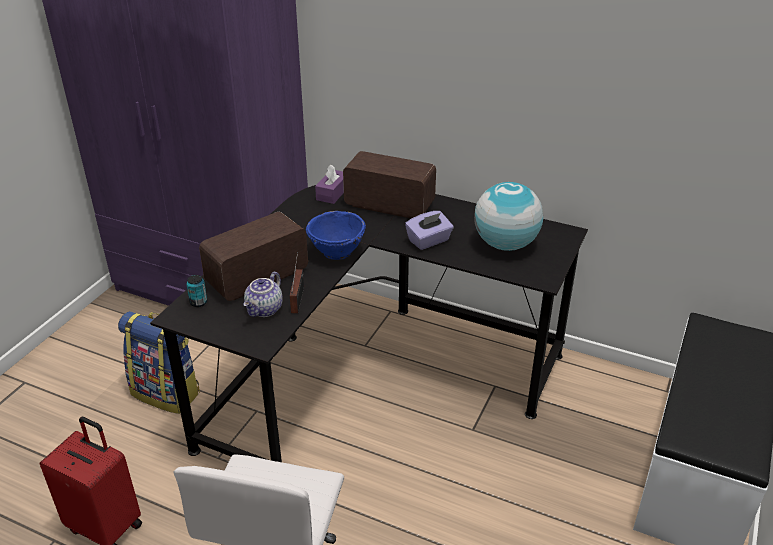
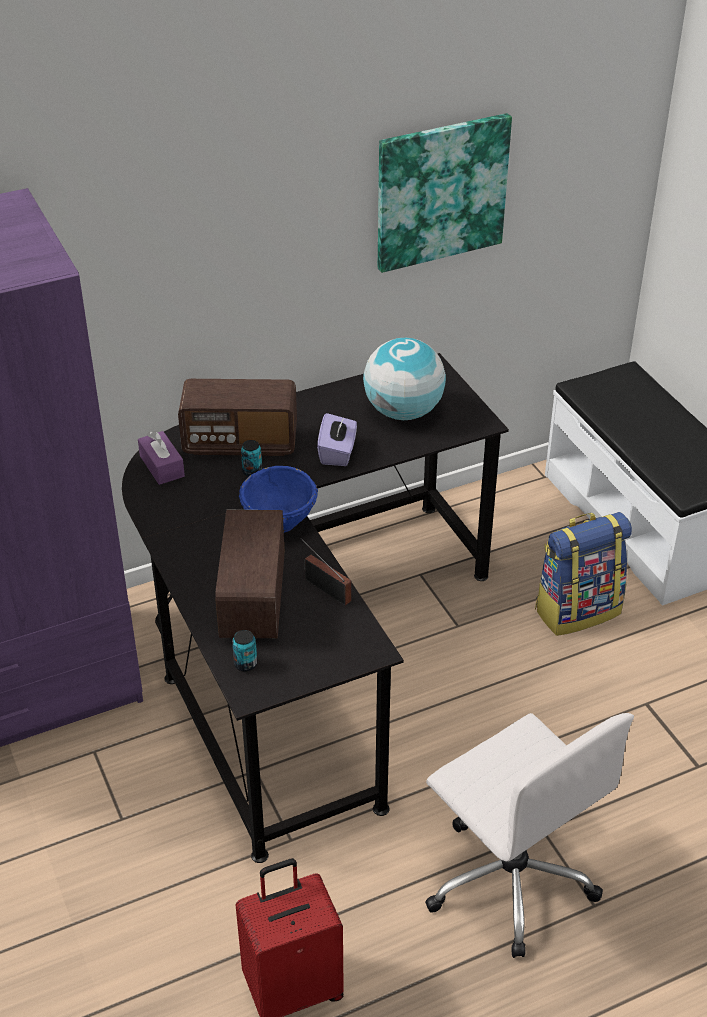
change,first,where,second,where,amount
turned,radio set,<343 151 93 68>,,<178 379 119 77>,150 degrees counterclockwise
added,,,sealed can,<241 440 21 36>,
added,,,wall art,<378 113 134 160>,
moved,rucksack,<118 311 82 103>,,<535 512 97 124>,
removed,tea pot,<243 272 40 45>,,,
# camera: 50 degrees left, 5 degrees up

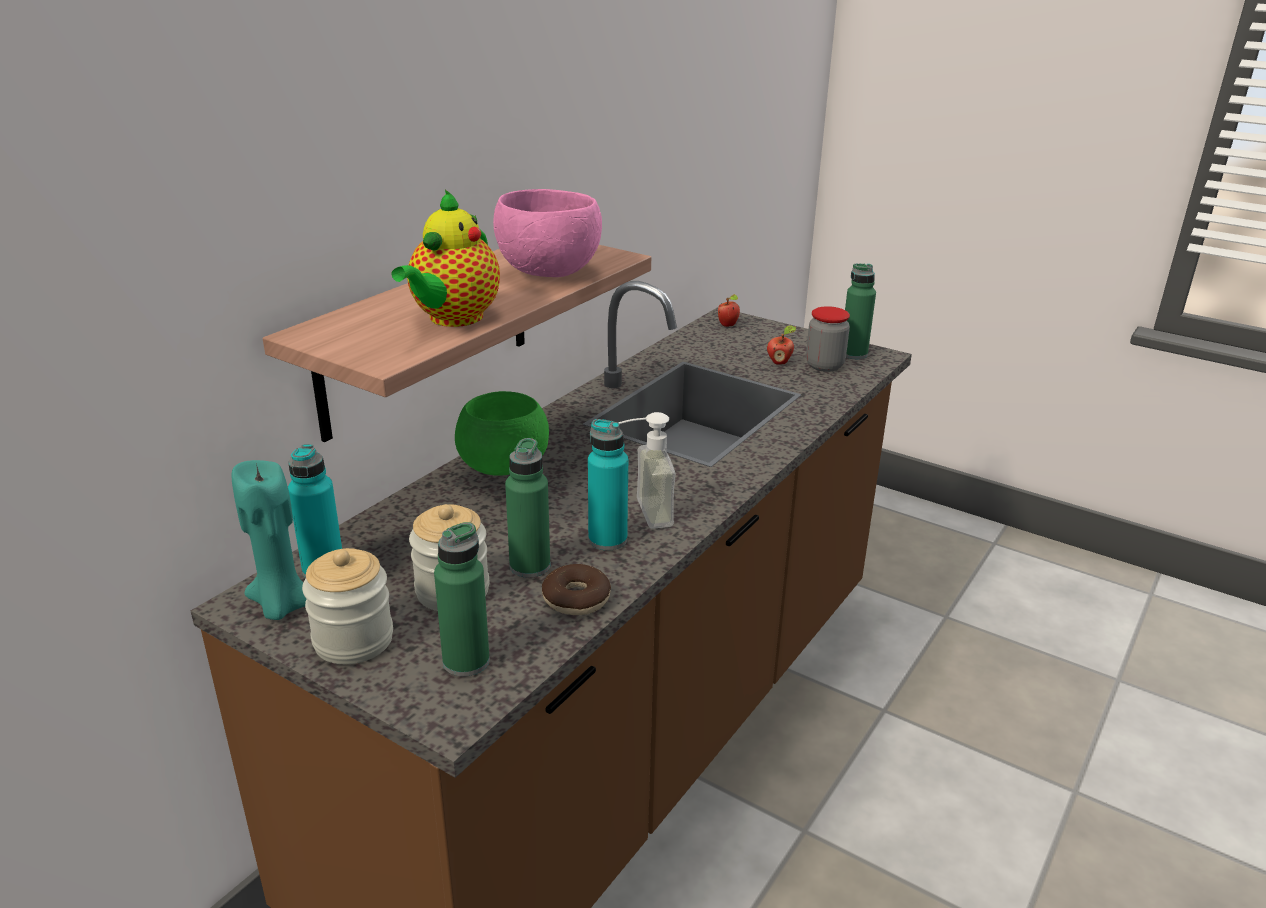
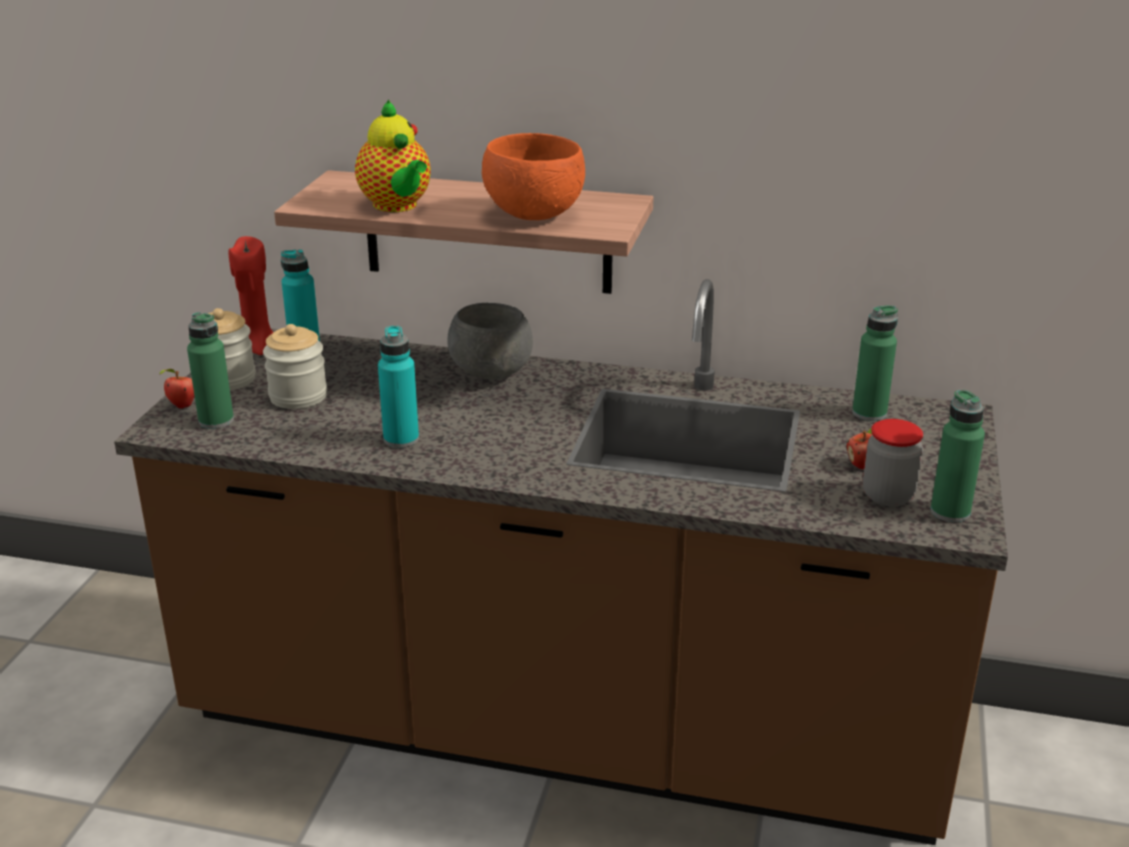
change,first,where,second,where,amount
moved,apple fruit,<718 294 22 33>,,<160 369 35 40>,
recoloured,wax candle (turquoise),<232 460 75 160>,wax candle (red-coloured),<229 236 44 119>,
turned,tea pot,<392 190 108 137>,,<355 100 76 112>,120 degrees counterclockwise
recoloured,deep dish (green-coloured),<455 391 94 85>,deep dish (greyish),<447 303 86 77>,
recoloured,deep dish (pinkish),<493 189 109 88>,deep dish (orangey),<482 133 103 87>,
moved,drink bottle (green-coloured),<505 438 45 140>,,<852 305 46 116>,
removed,ring doughnut,<542 564 69 51>,,,
removed,soap bottle,<618 412 58 117>,,,
# camera: 70 degrees right, 0 degrees up

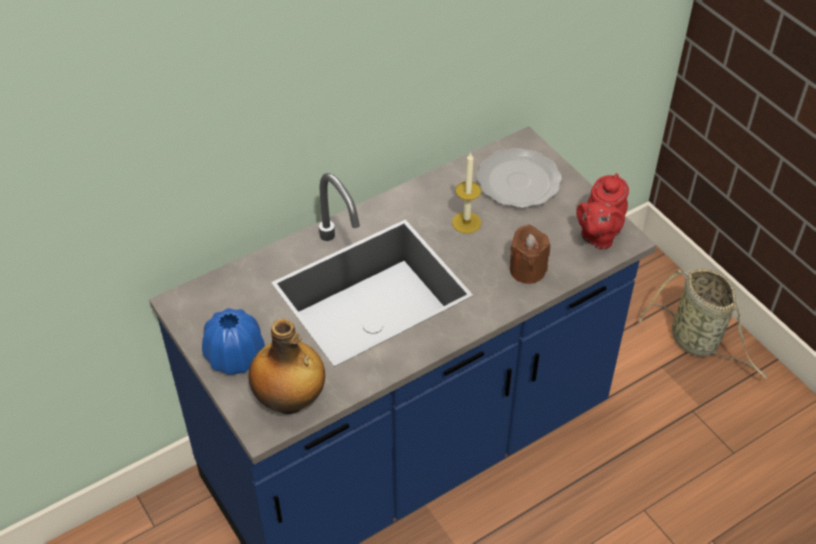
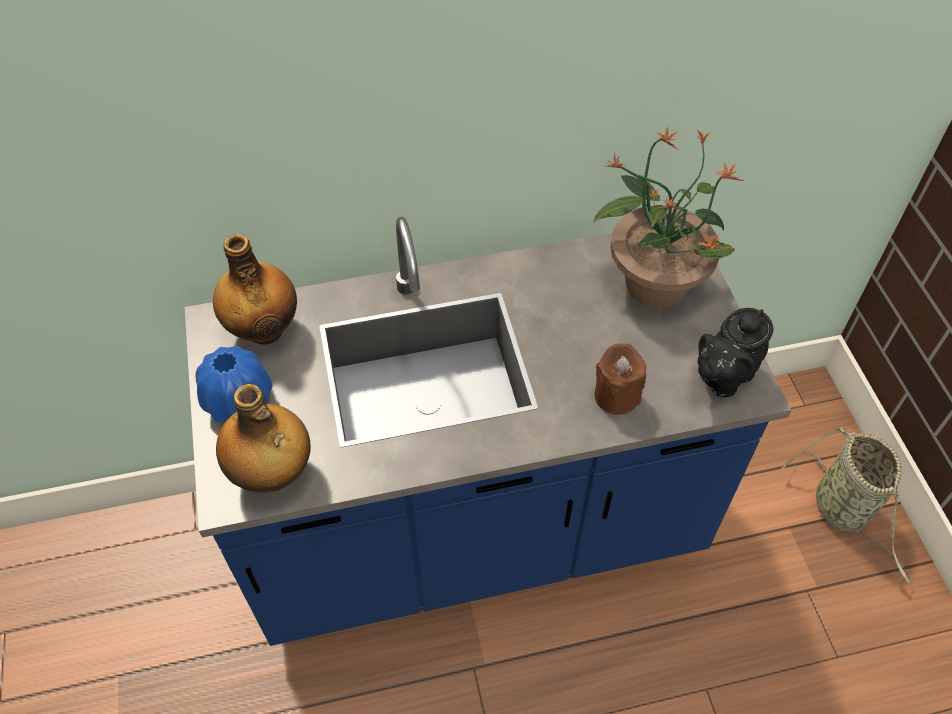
change,first,where,second,where,amount
added,,,drink bottle,<213 234 84 111>,
replaced,plate,<477 148 85 60>,plant in a pot,<593 126 151 182>,
recoloured,tea pot (red-coloured),<576 173 53 77>,tea pot (blackish),<698 308 76 89>,
removed,wax candle,<452 152 29 82>,,,
# camera: 20 degrees right, 5 degrees up

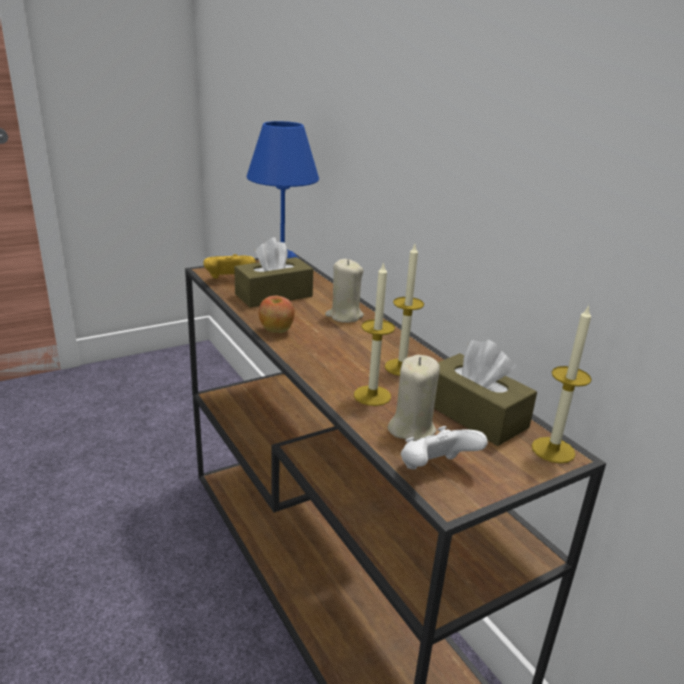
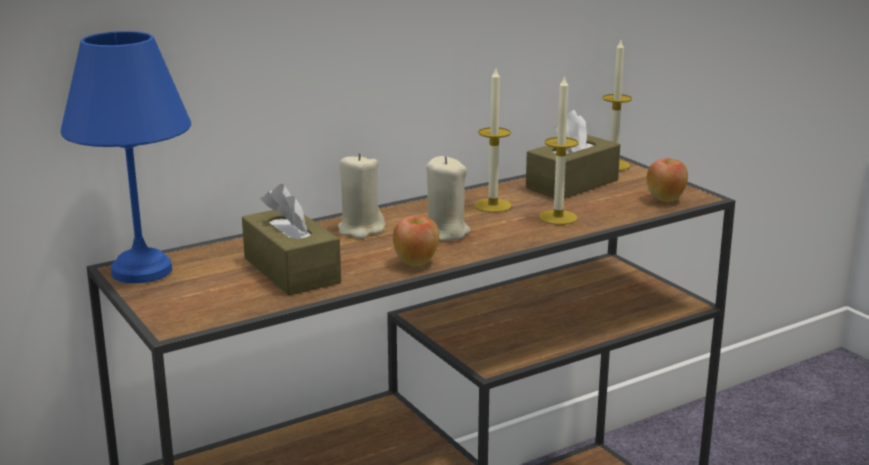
change,first,where,second,where,amount
moved,wax candle (beige),<388 355 52 86>,,<426 156 45 85>,
replaced,game controller (white-coloured),<401 426 87 44>,apple fruit,<647 158 41 44>,
removed,game controller (yellowish),<203 254 53 25>,,,
# camera: 90 degrees left, 5 degrees down

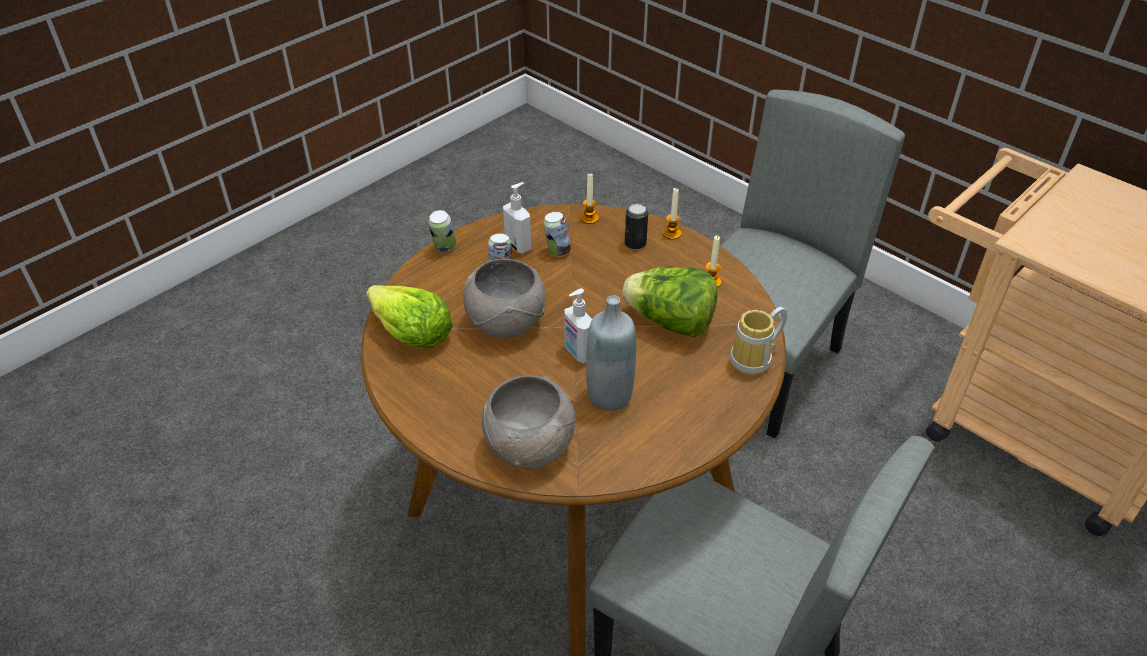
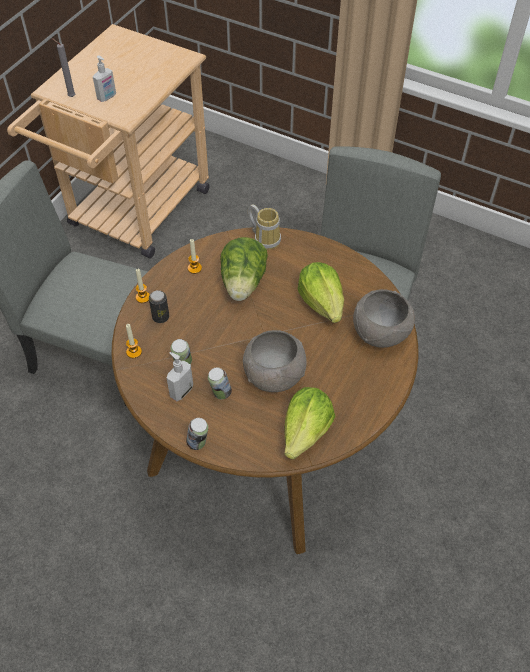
change,first,where,second,where,amount
added,,,wax candle (greyish),<52 38 24 59>,
moved,soap bottle,<564 289 28 74>,,<93 55 23 47>,
replaced,drink bottle (greyish),<586 295 50 116>,lettuce head,<298 262 46 61>,
# camera: 105 degrees left, 10 degrees up

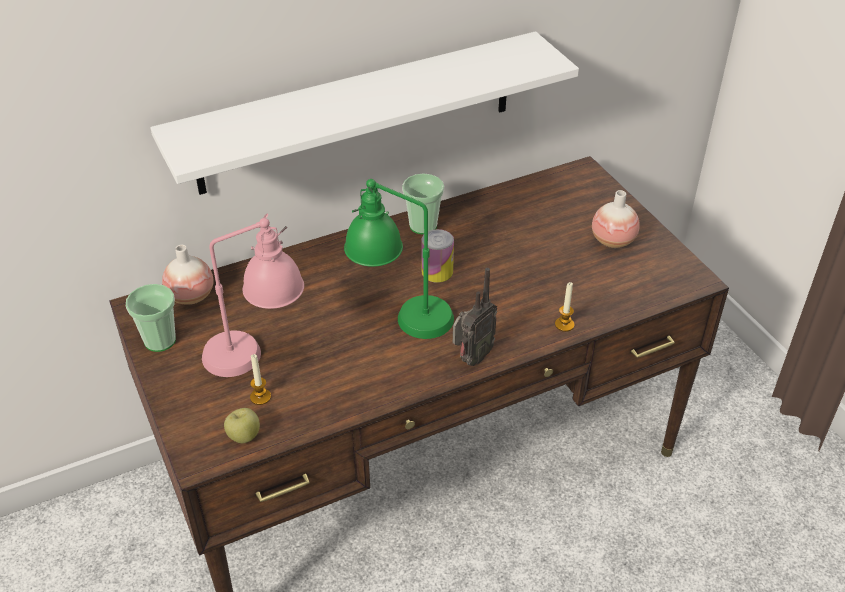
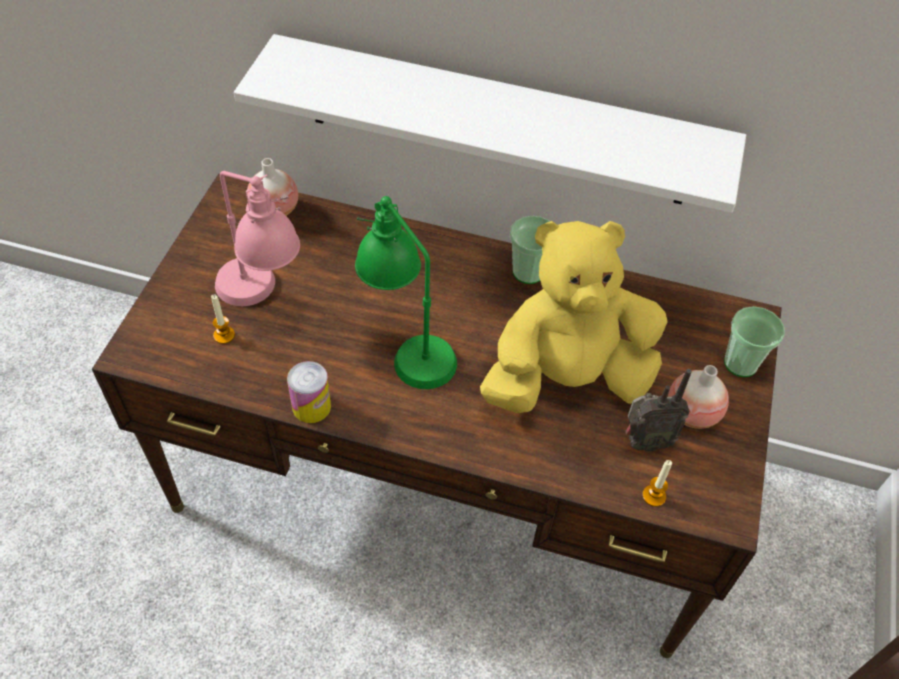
change,first,where,second,where,amount
moved,sealed can,<422 229 32 54>,,<287 361 44 62>,
added,,,plush toy (yellowish),<480 221 188 192>,
moved,radio set,<453 268 44 98>,,<625 369 67 83>,
moved,wax candle,<555 282 19 50>,,<642 460 30 47>,
moved,cup,<126 284 50 68>,,<724 306 61 71>,
removed,apple fruit,<224 408 36 35>,,,
# camera: 40 degrees right, 10 degrees up

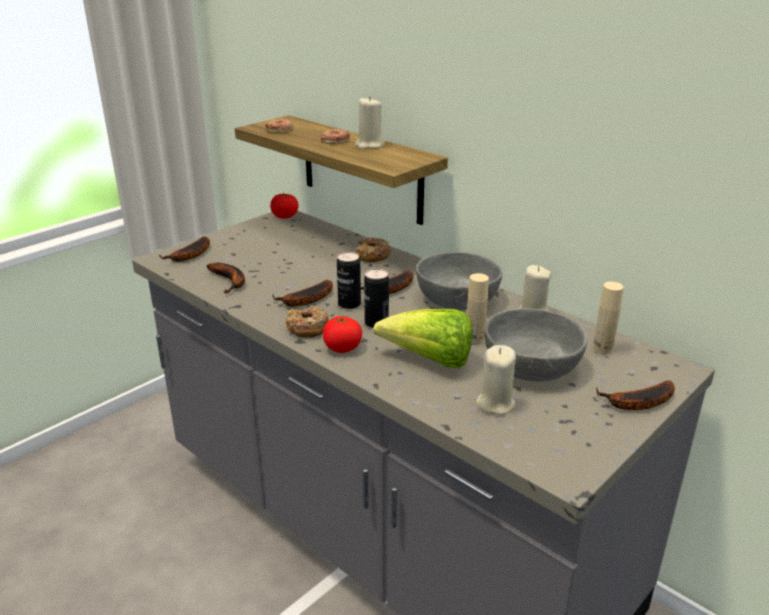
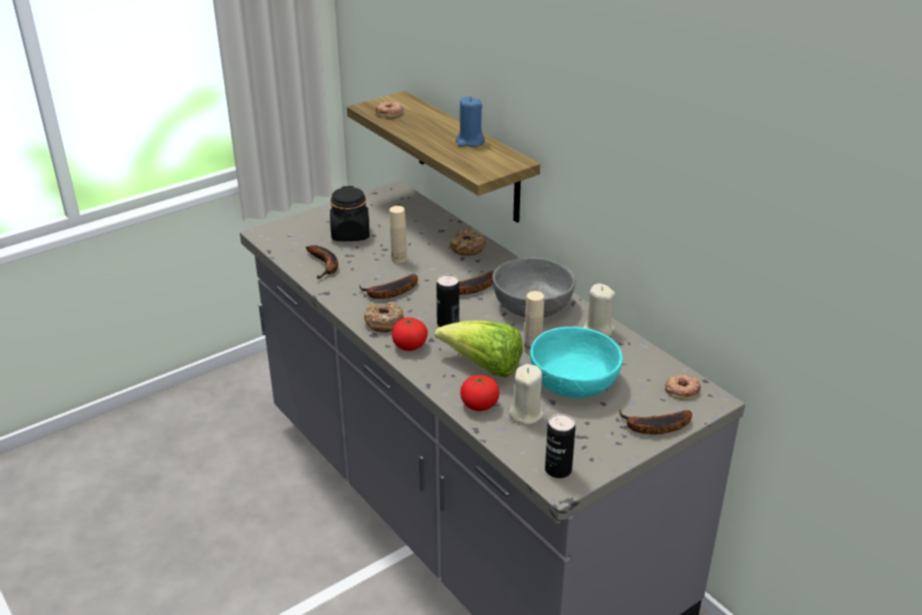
change,first,where,second,where,amount
added,,,jar (blackish),<330 186 40 55>,
moved,drink bottle (beige),<593 282 31 72>,,<390 206 17 57>,
recoloured,wax candle (beige),<355 96 30 53>,wax candle (blue-coloured),<456 96 29 51>,
moved,fresh tomato,<270 193 29 26>,,<460 375 40 36>,
recoloured,deep dish (greyish),<484 308 103 73>,deep dish (turquoise),<530 327 92 71>,
moved,sealed can,<337 252 24 57>,,<545 414 30 64>,
moved,ring doughnut,<321 128 29 16>,,<665 374 36 26>,
removed,banana fruit,<159 236 51 26>,,,
# camera: 10 degrees right, 5 degrees up

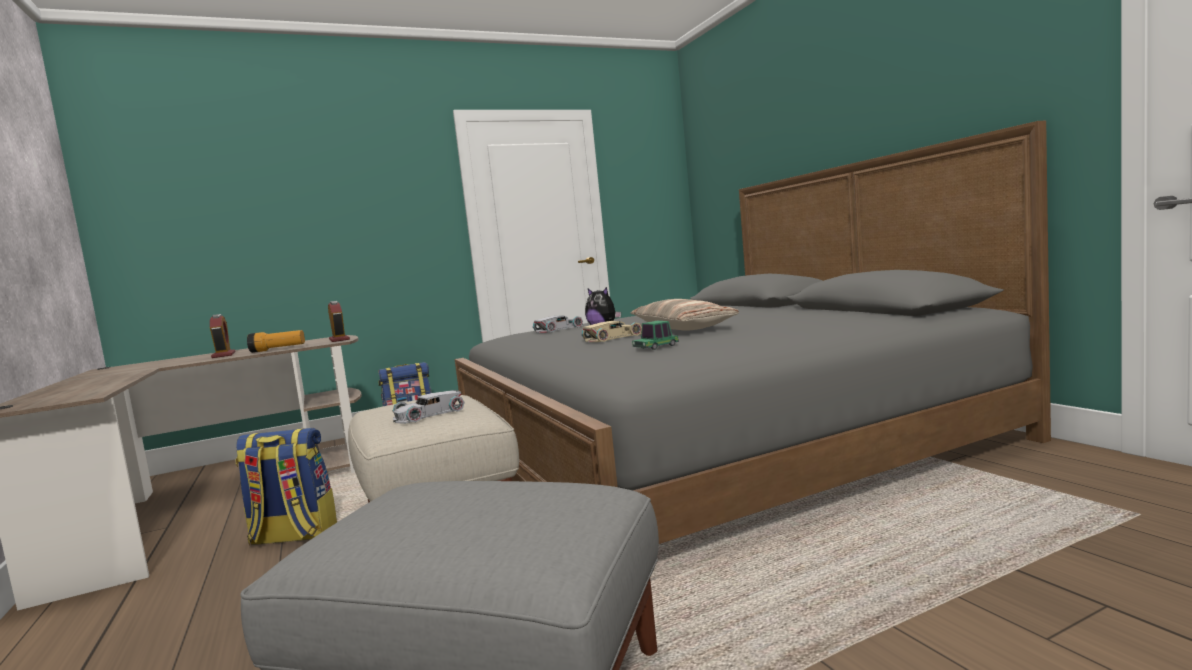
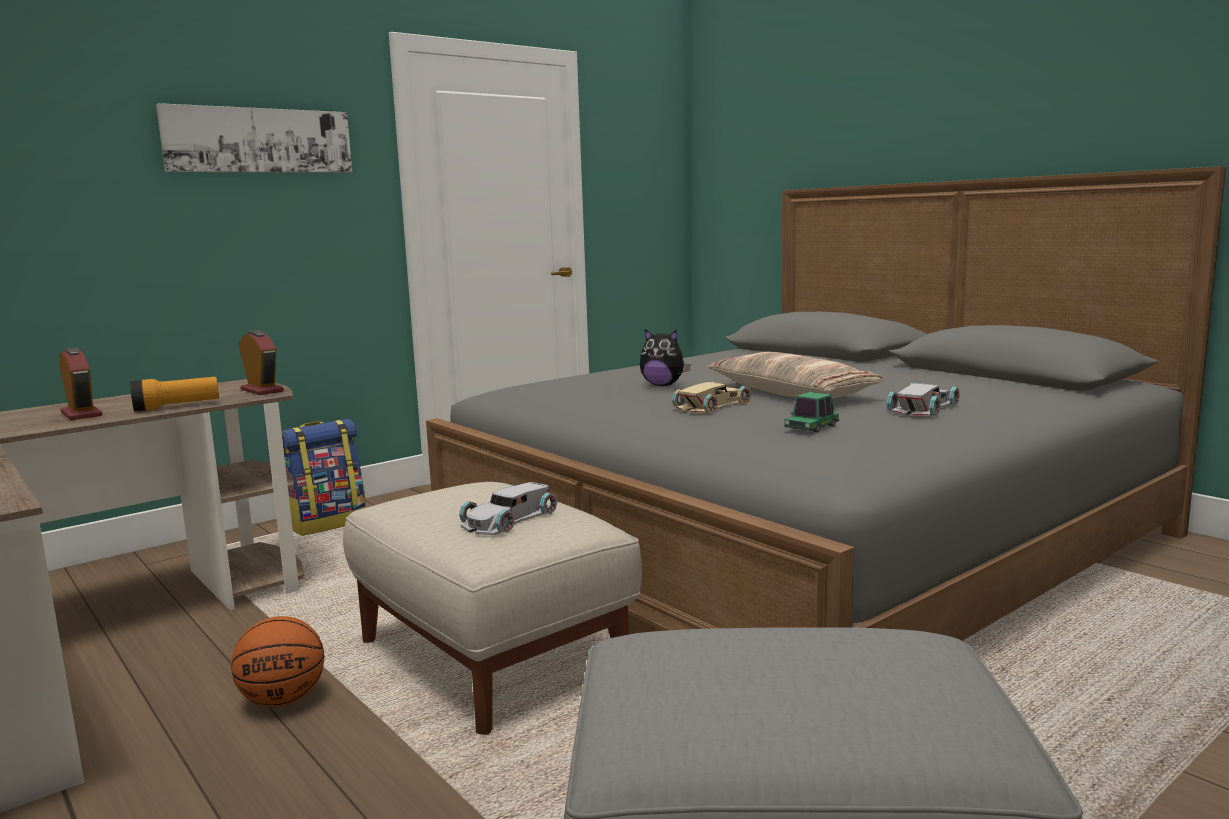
change,first,where,second,where,amount
added,,,wall art,<156 103 196 70>,
replaced,rucksack,<235 428 102 117>,basketball ball,<231 616 93 91>,
moved,model car (white-coloured),<533 315 50 18>,,<887 383 73 33>,
# camera: 15 degrees left, 5 degrees up

